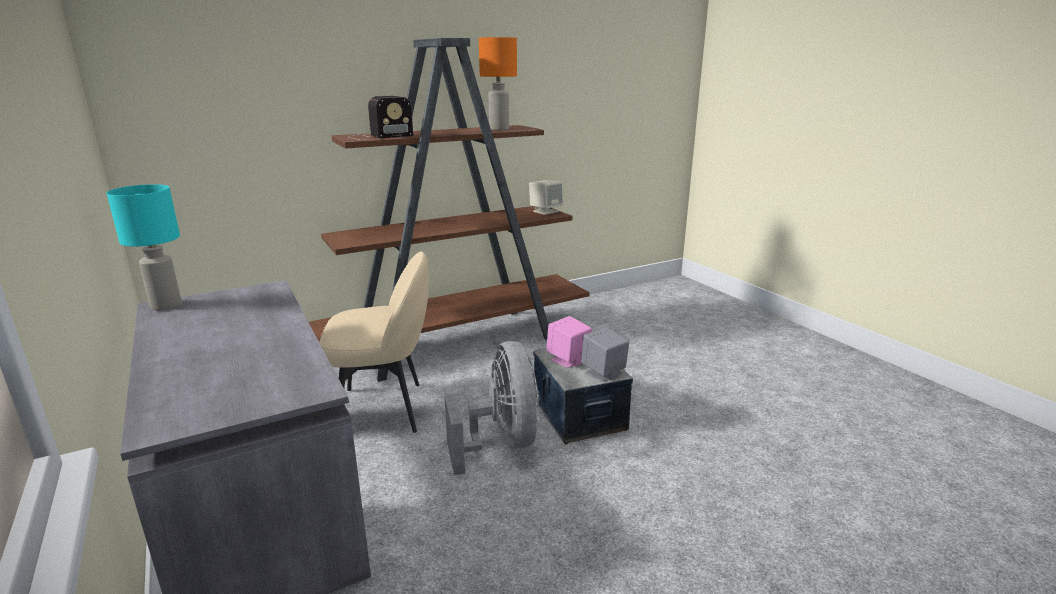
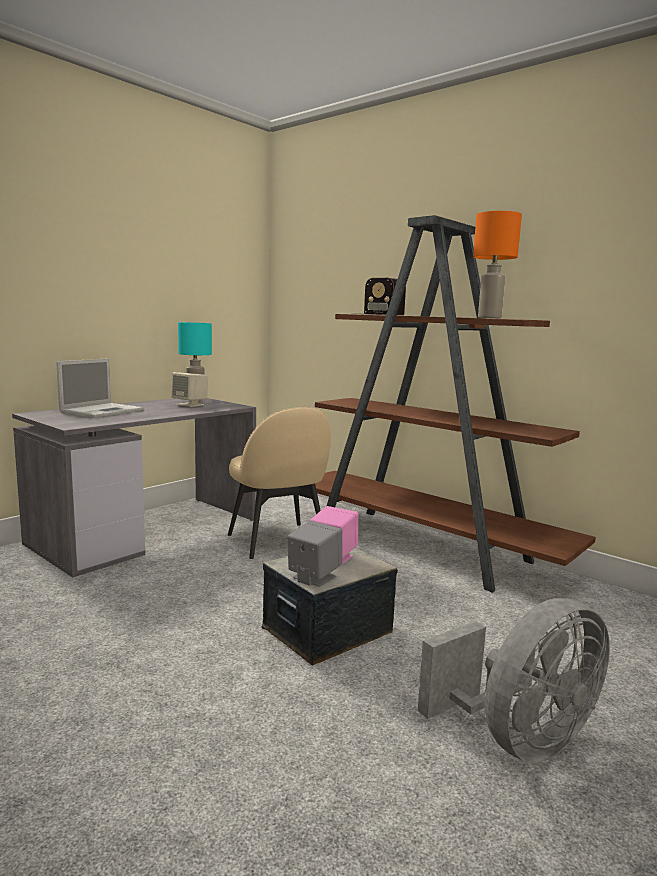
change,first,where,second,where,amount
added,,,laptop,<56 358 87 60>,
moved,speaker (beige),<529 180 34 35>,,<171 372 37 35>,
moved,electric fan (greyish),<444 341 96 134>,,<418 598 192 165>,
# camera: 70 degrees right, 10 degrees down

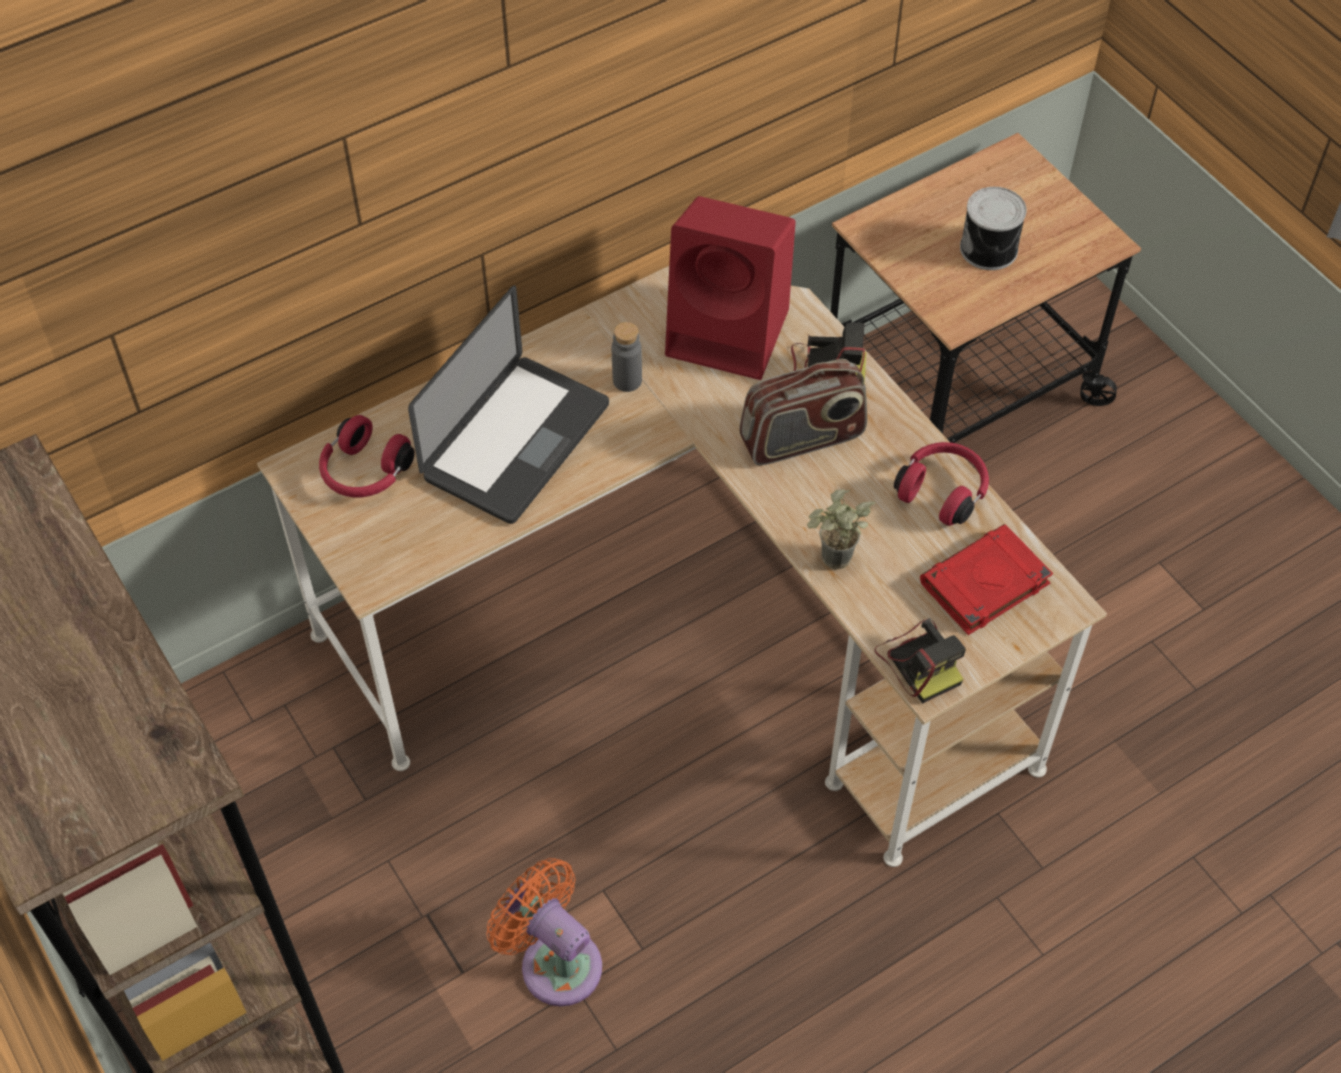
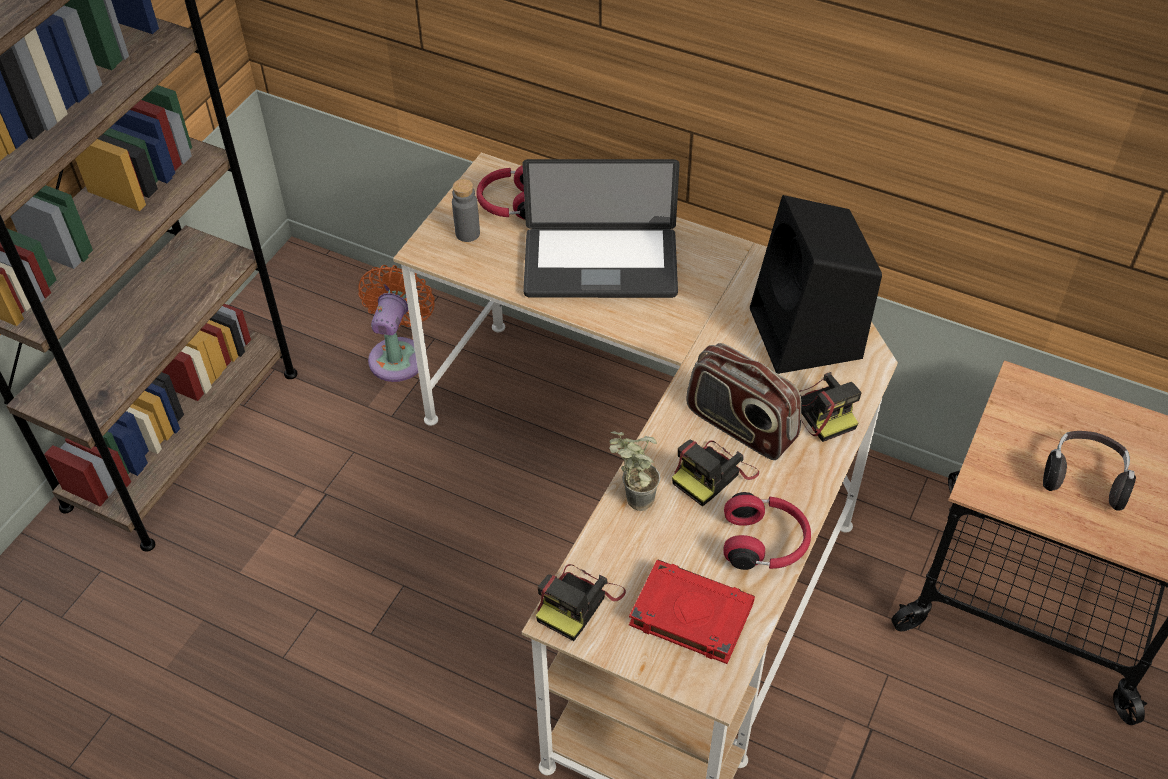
change,first,where,second,where,amount
moved,electric fan (orangey),<486 858 116 148>,,<358 265 77 117>,
moved,drink bottle (greyish),<612 322 30 70>,,<452 179 28 63>,
added,,,still camera,<672 440 87 67>,
recoloured,speaker (red-coloured),<665 196 131 184>,speaker (blackish),<750 195 132 179>,
replaced,sealed can,<960 187 67 83>,headset,<1043 431 93 80>,
# camera: 60 degrees right, 5 degrees down

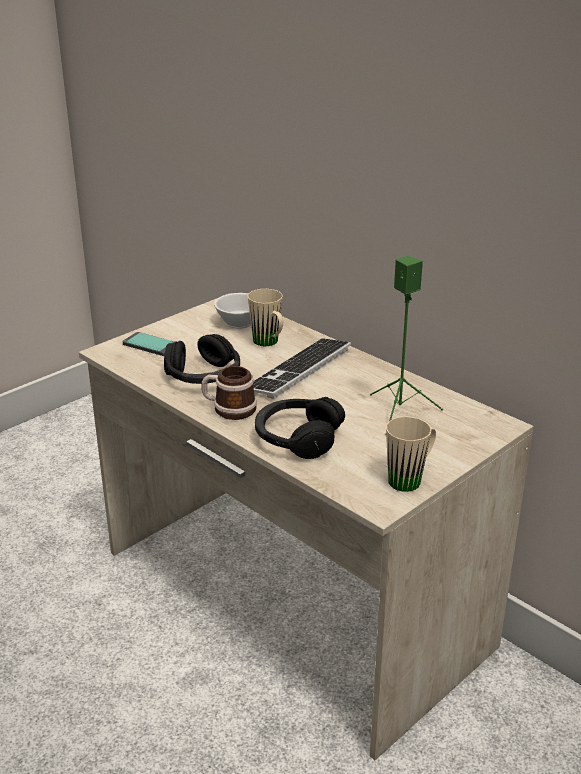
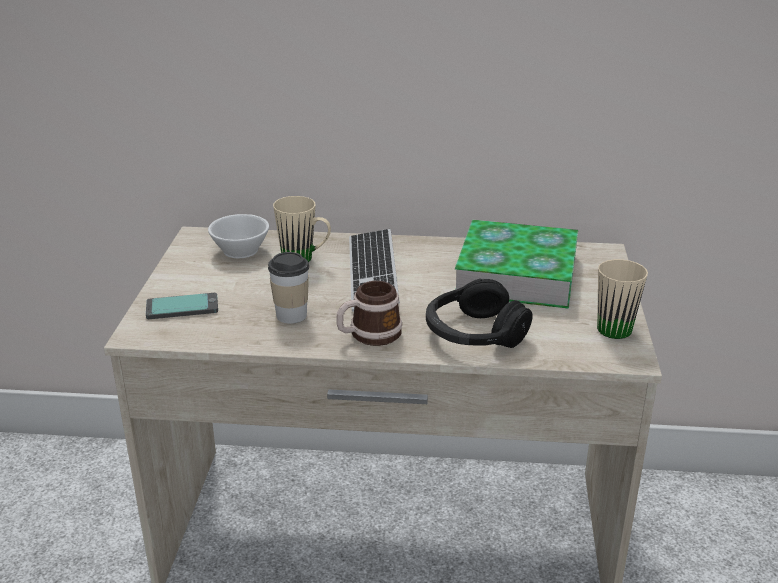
change,first,where,second,where,amount
replaced,headset (blackish),<164 334 76 50>,cup,<268 252 41 72>,
replaced,speaker (green-coloured),<370 256 73 179>,bound book,<455 219 123 90>,
# camera: 40 degrees left, 0 degrees up

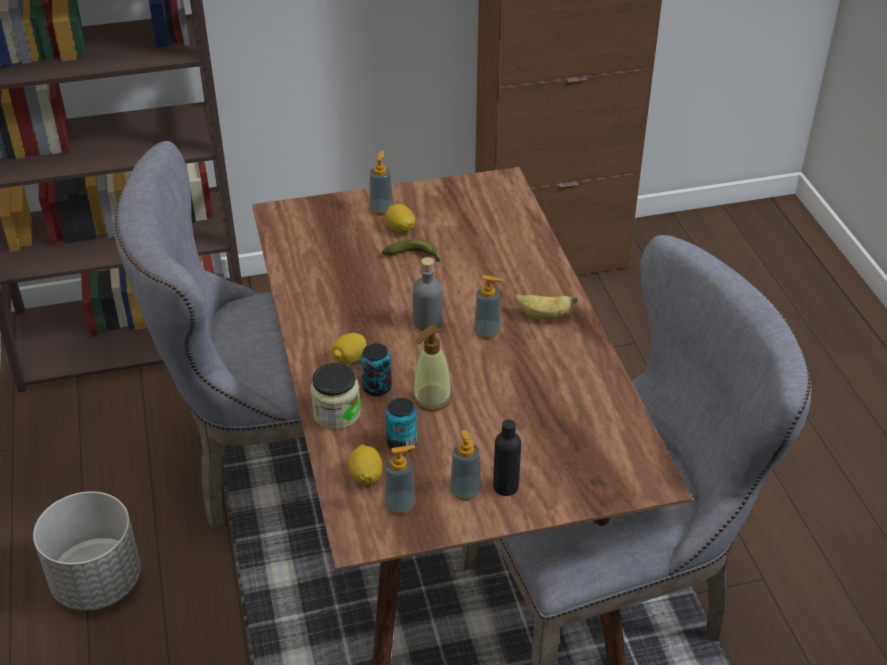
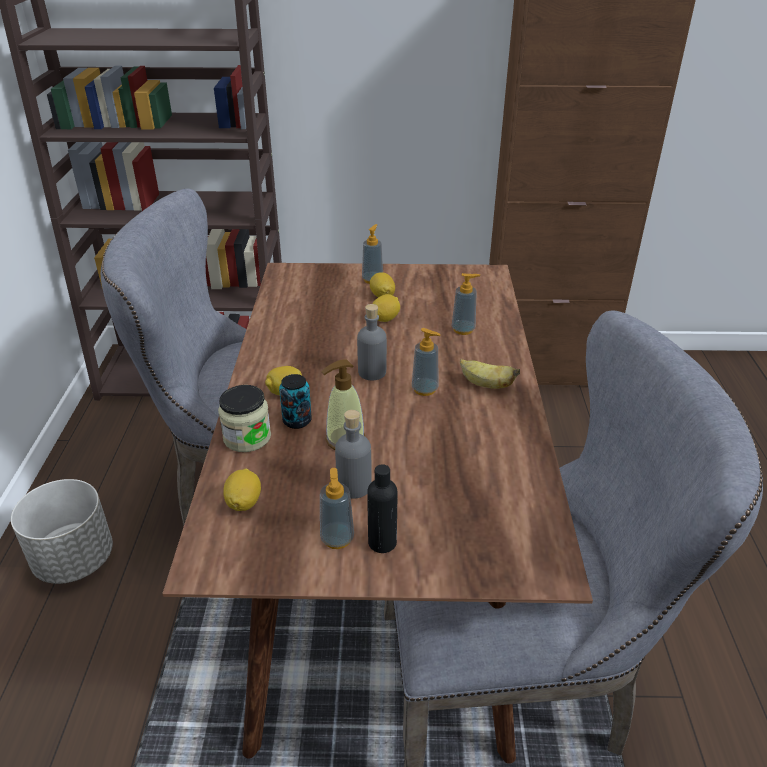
change,first,where,second,where,amount
added,,,drink bottle (greyish),<335 410 37 89>,
replaced,banana fruit,<382 239 58 23>,whole lemon,<372 294 28 28>,
moved,soap bottle,<385 446 31 69>,,<452 273 28 62>,
removed,sealed can,<385 398 32 51>,,,
# camera: 15 degrees right, 5 degrees down

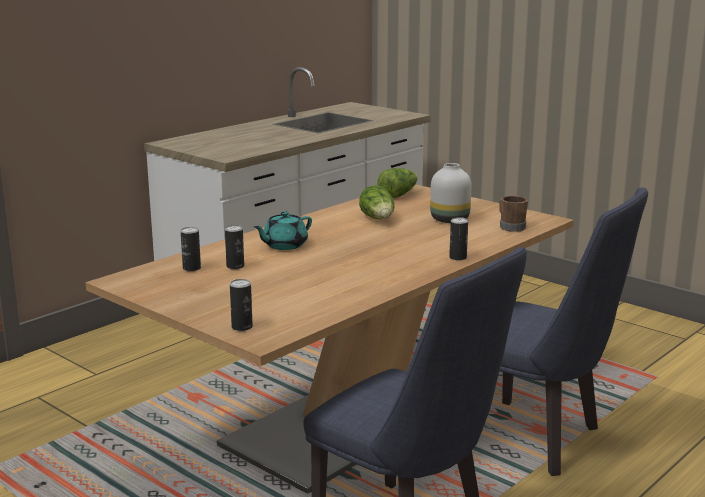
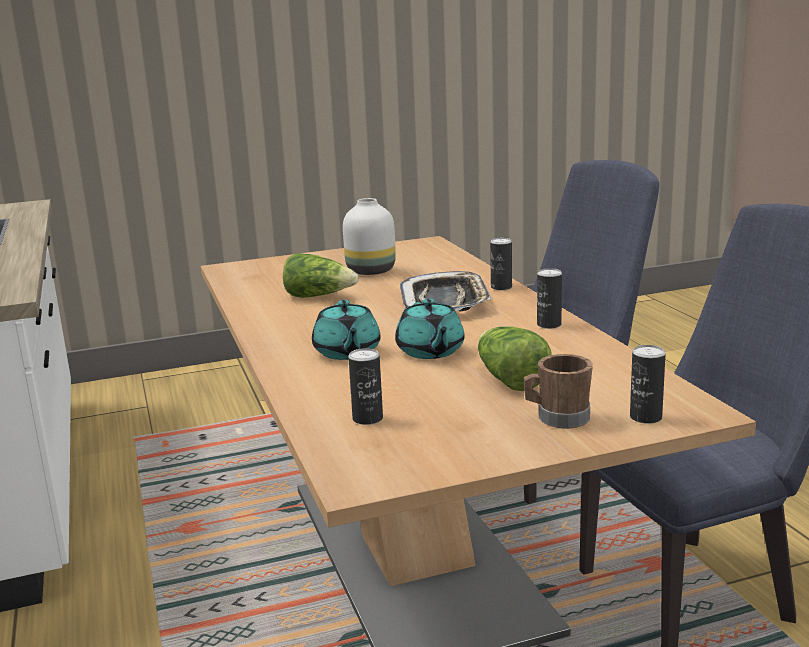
change,first,where,second,where,amount
added,,,tea pot (turquoise),<395 299 70 60>,
added,,,tray,<400 271 92 41>,
moved,lettuce head,<378 168 40 30>,,<478 326 74 65>,
moved,tea mug (brownish),<499 196 29 36>,,<524 354 69 75>,
moved,sealed can,<225 225 19 44>,,<537 268 25 61>,
# camera: 60 degrees left, 0 degrees up

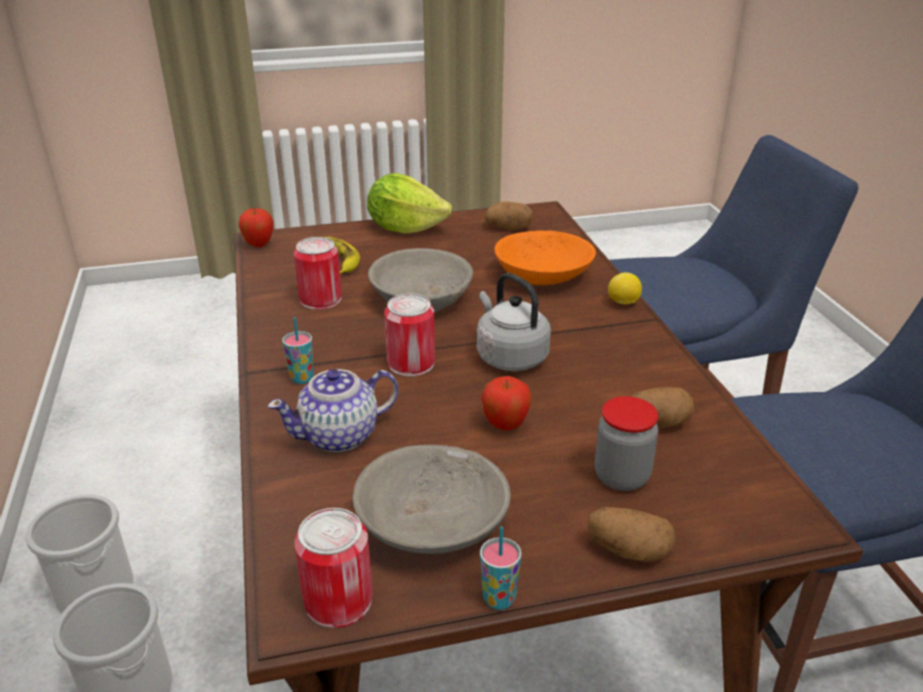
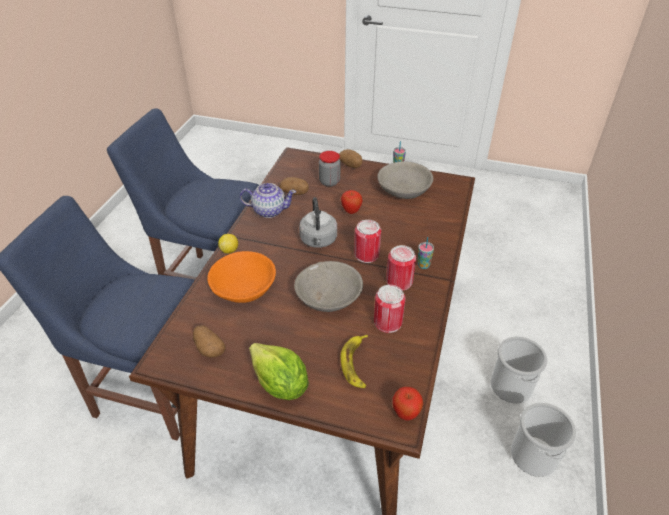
change,first,where,second,where,amount
moved,tea pot,<267 369 131 83>,,<240 183 56 35>,
moved,sealed can,<294 508 79 120>,,<386 245 30 46>,
# camera: 150 degrees left, 10 degrees up

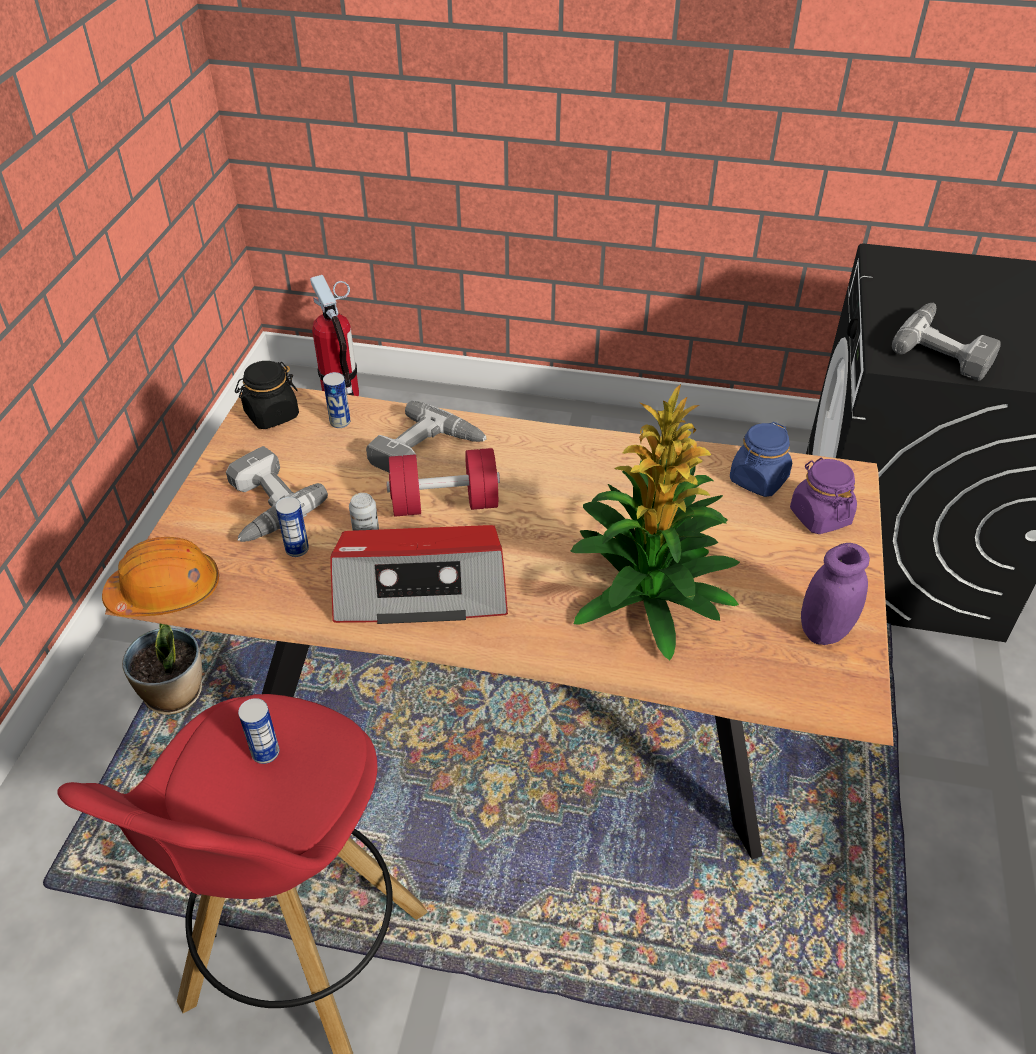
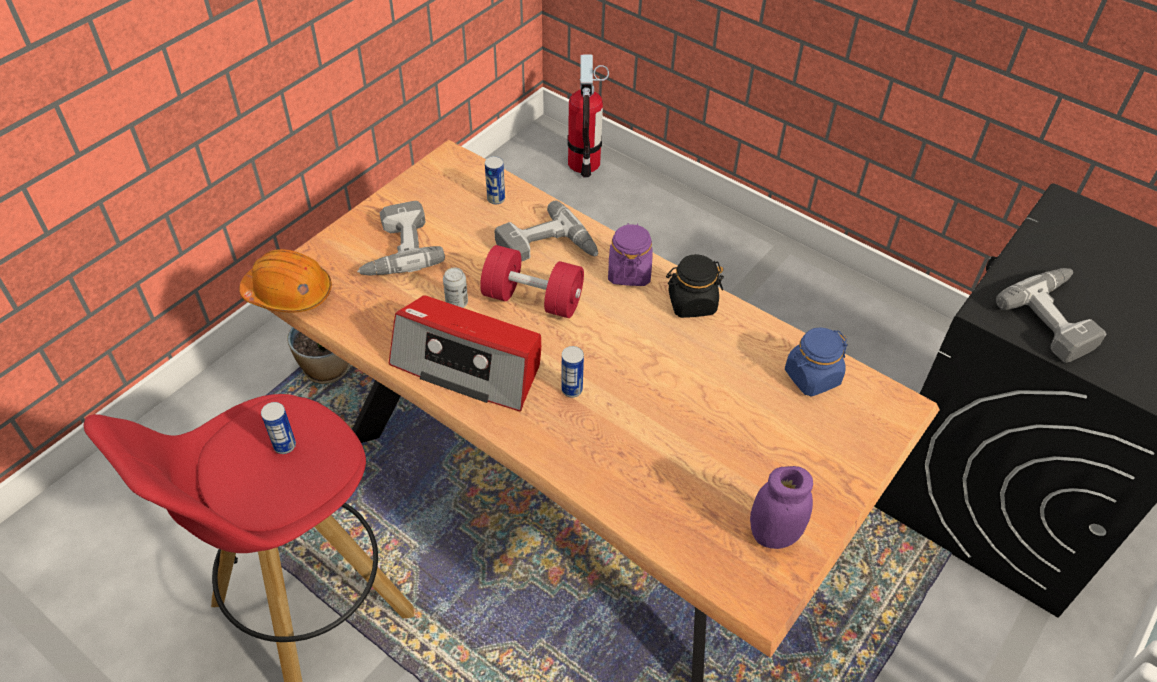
change,first,where,second,where,amount
moved,sealed can,<276 497 33 60>,,<561 346 23 52>,
moved,jar (purple-coloured),<790 458 67 76>,,<608 223 45 63>,
moved,jar (blackish),<235 361 64 68>,,<666 254 58 64>,
removed,plant in a pot,<570 384 170 276>,,,
# camera: 25 degrees right, 5 degrees up

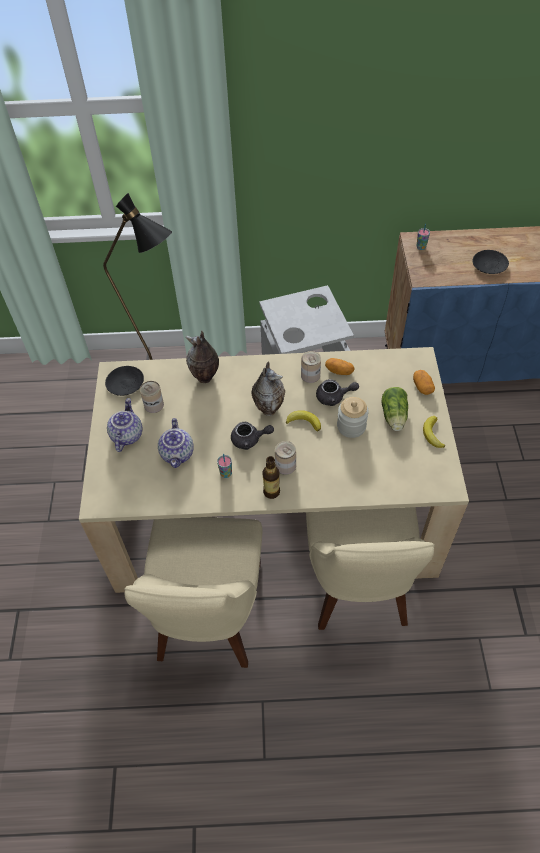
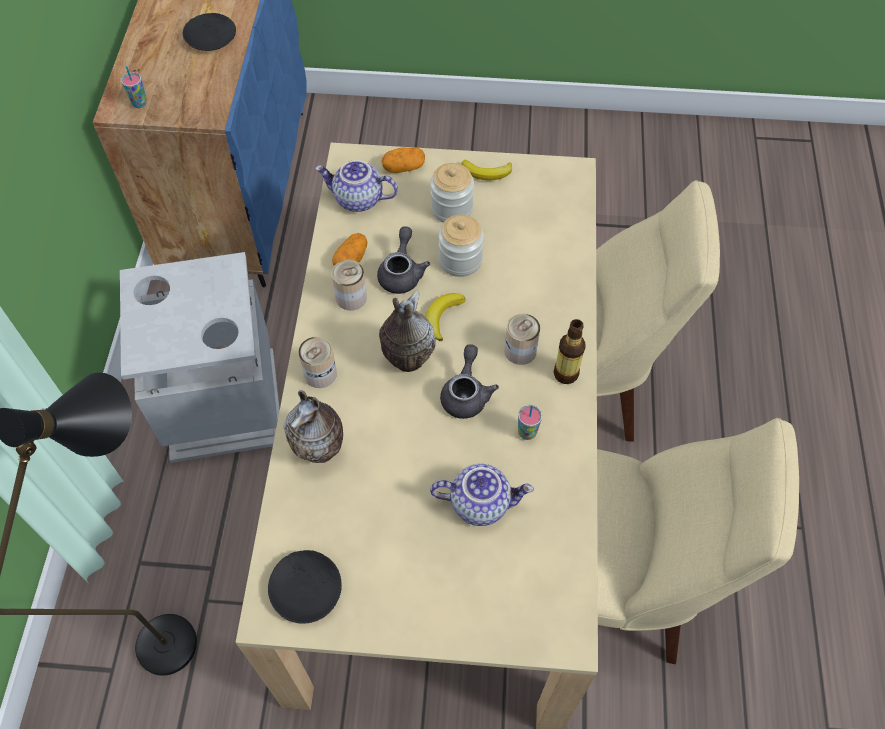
change,first,where,second,where,amount
moved,sealed can,<140 381 24 32>,,<298 337 39 51>,
moved,tea pot,<107 398 35 54>,,<315 160 83 52>,
replaced,lettuce head,<381 387 27 44>,jar,<430 163 44 60>,
# camera: 85 degrees left, 5 degrees up

